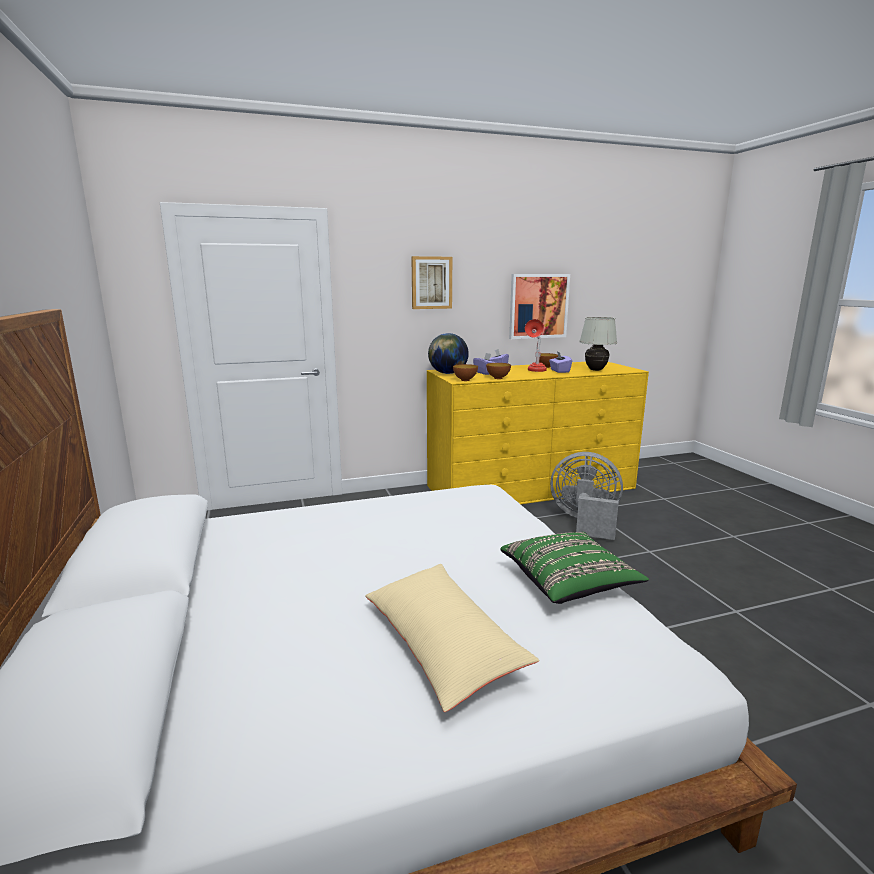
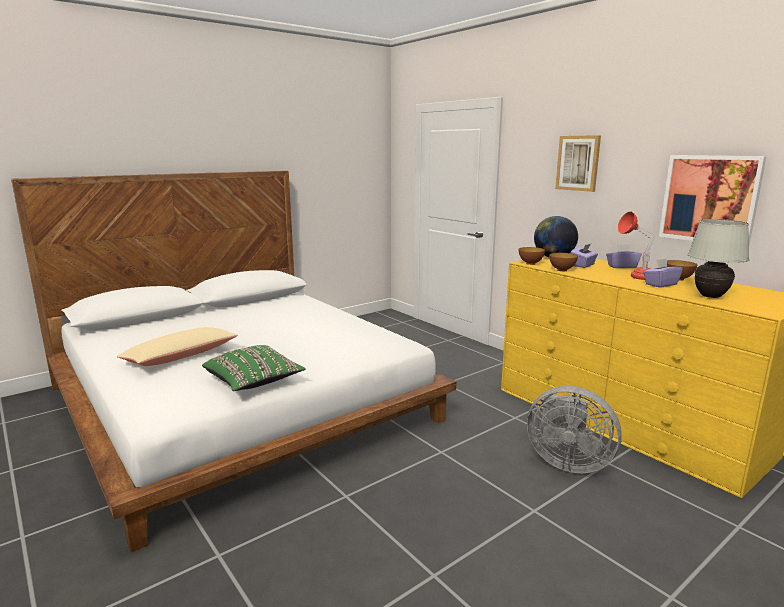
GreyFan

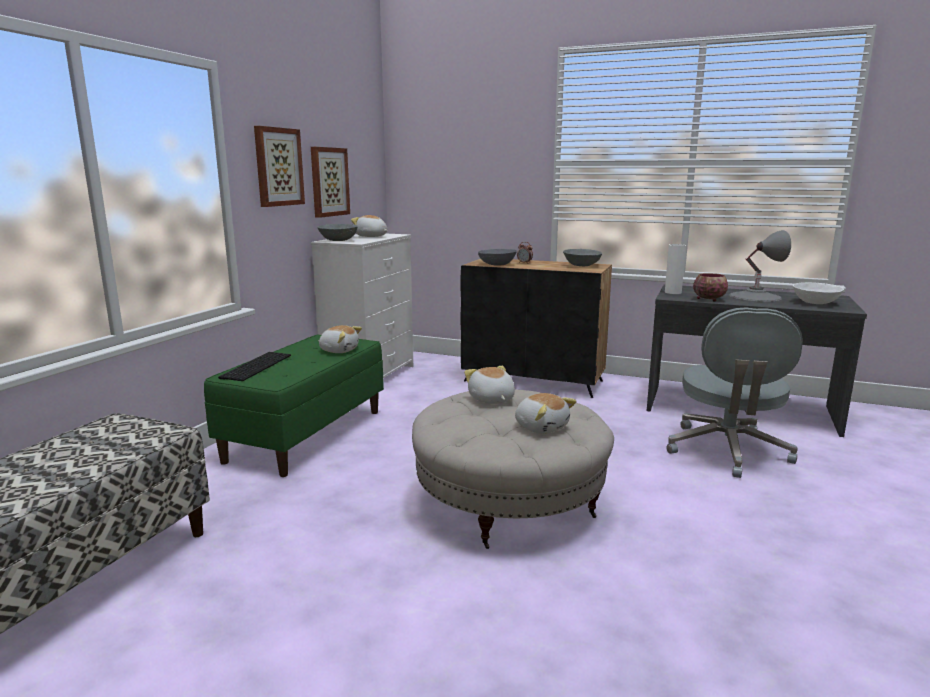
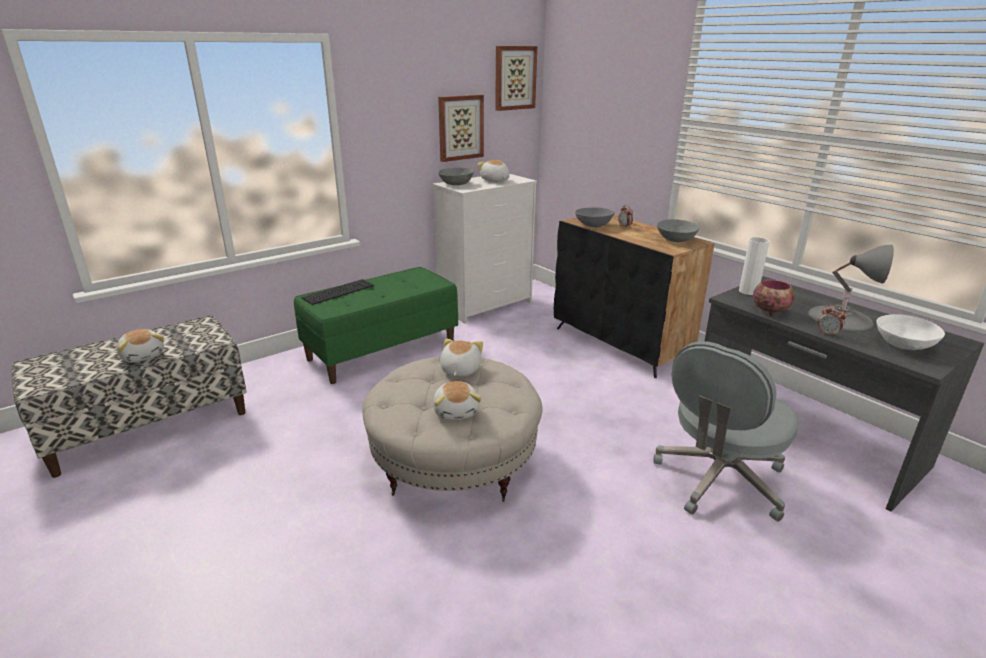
AlarmClock (2nd from left)
Picture (2nd from left)
PlushToy (1st from left)

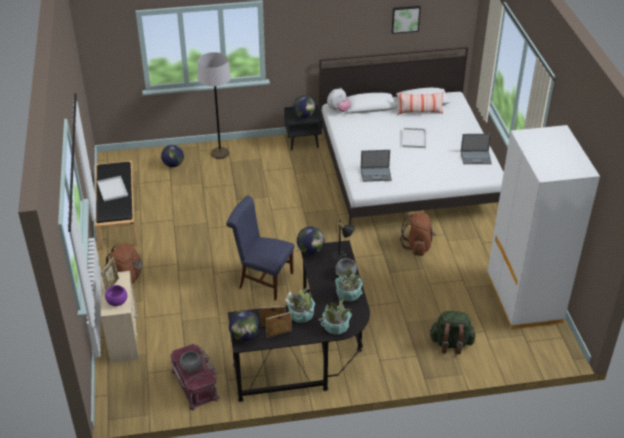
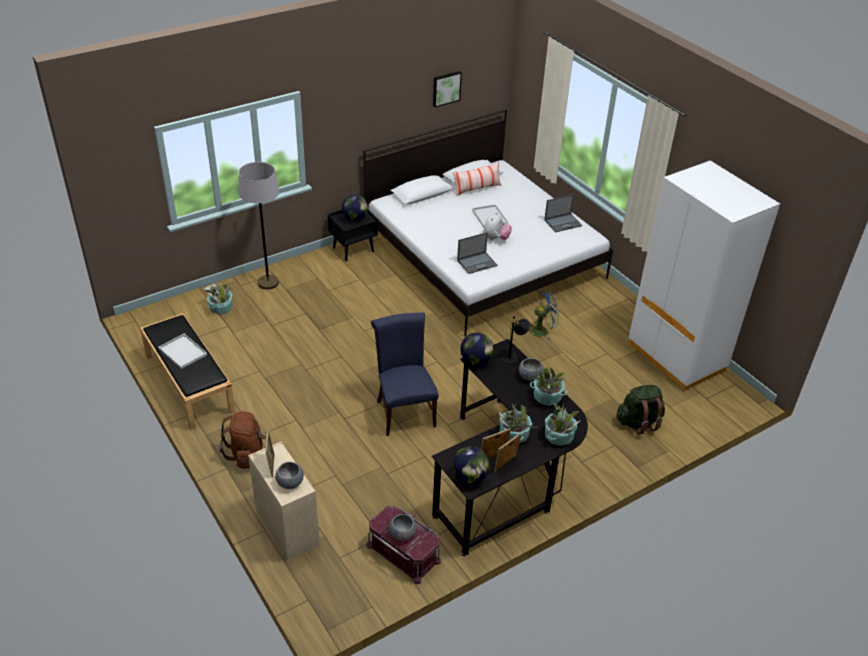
PlushToy
PottedPlant (1st from left)
BlueFan
GreyBowl (1st from left)
BlueChair

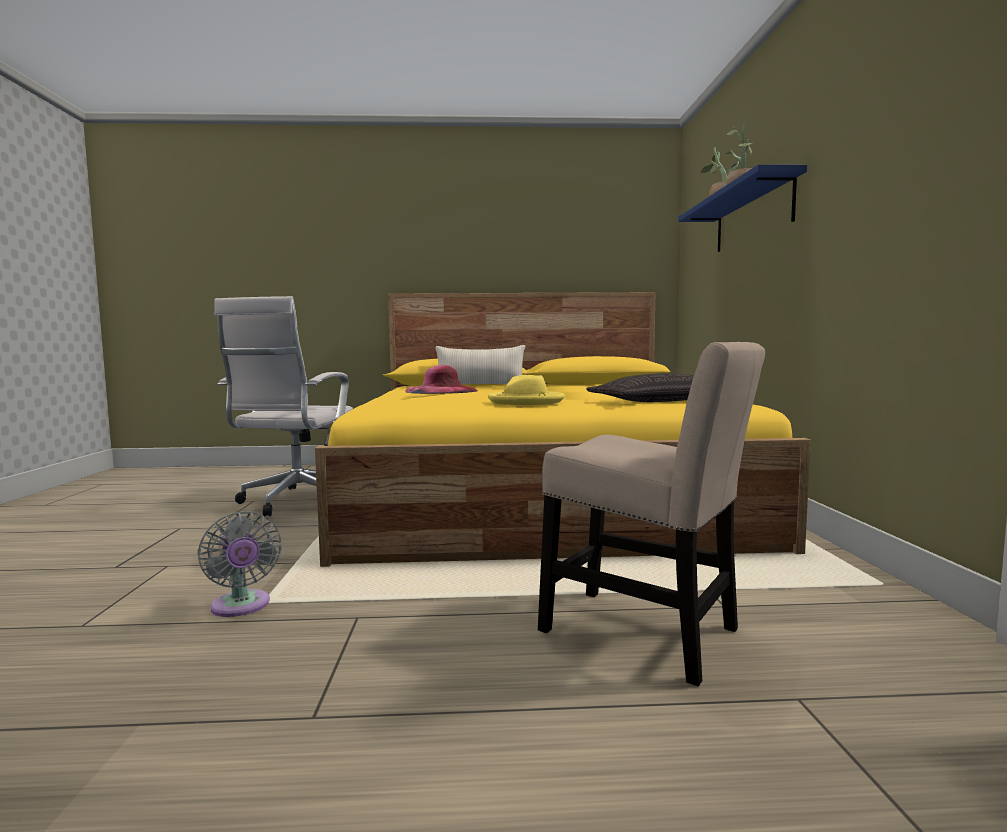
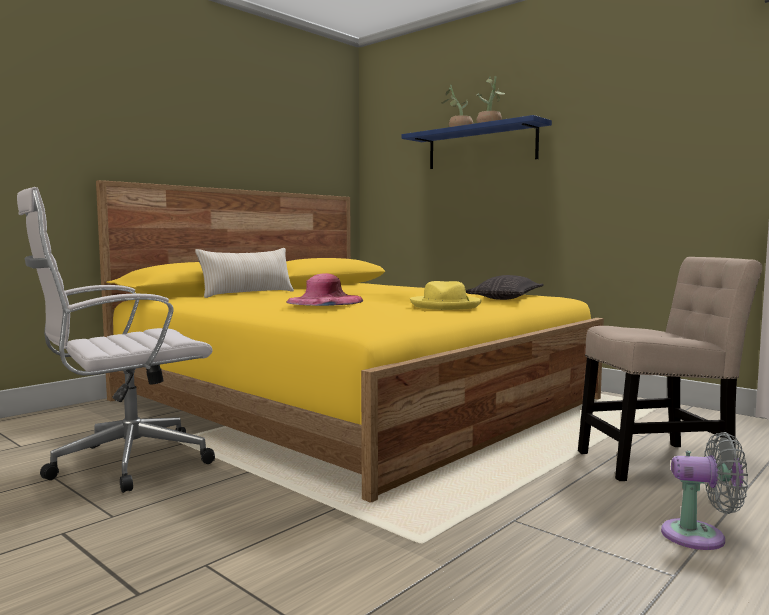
GreyFan
WhiteOfficeChair

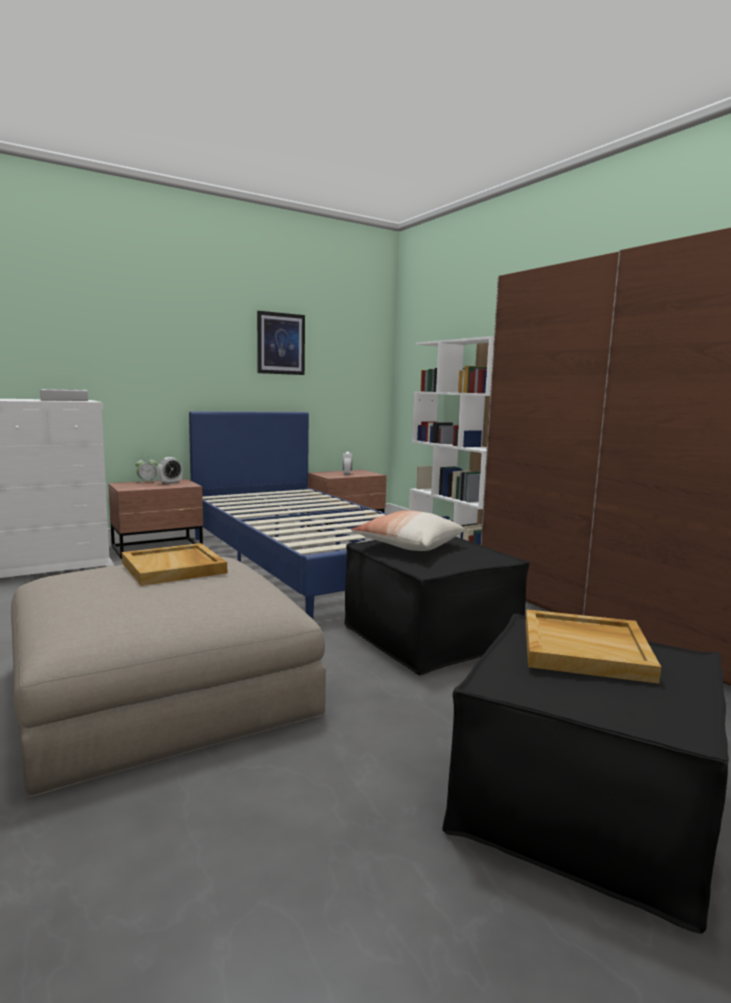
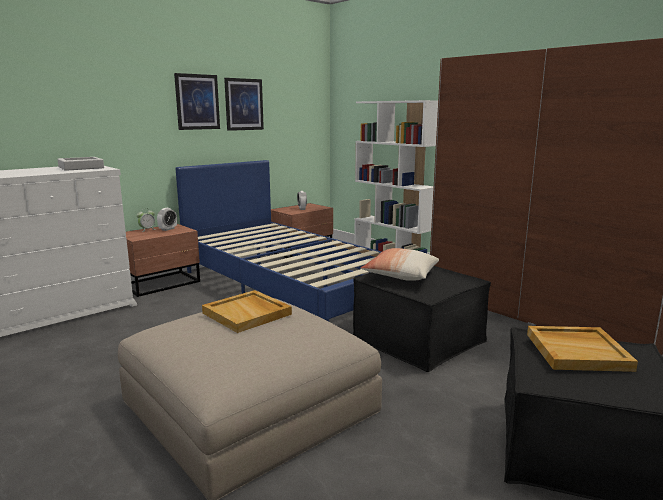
Picture (1st from left)

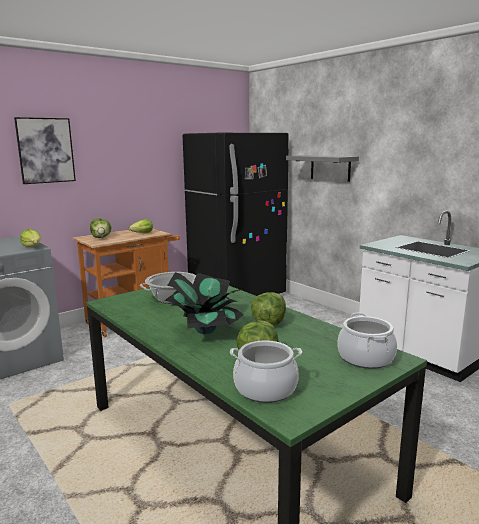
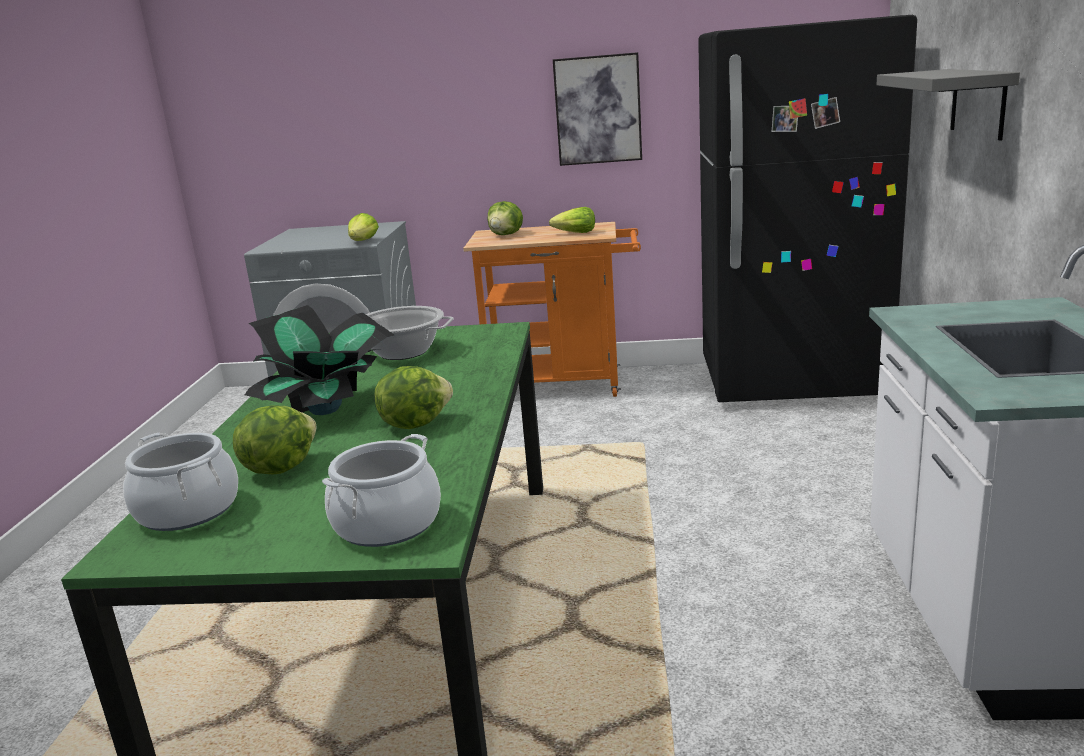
Picture

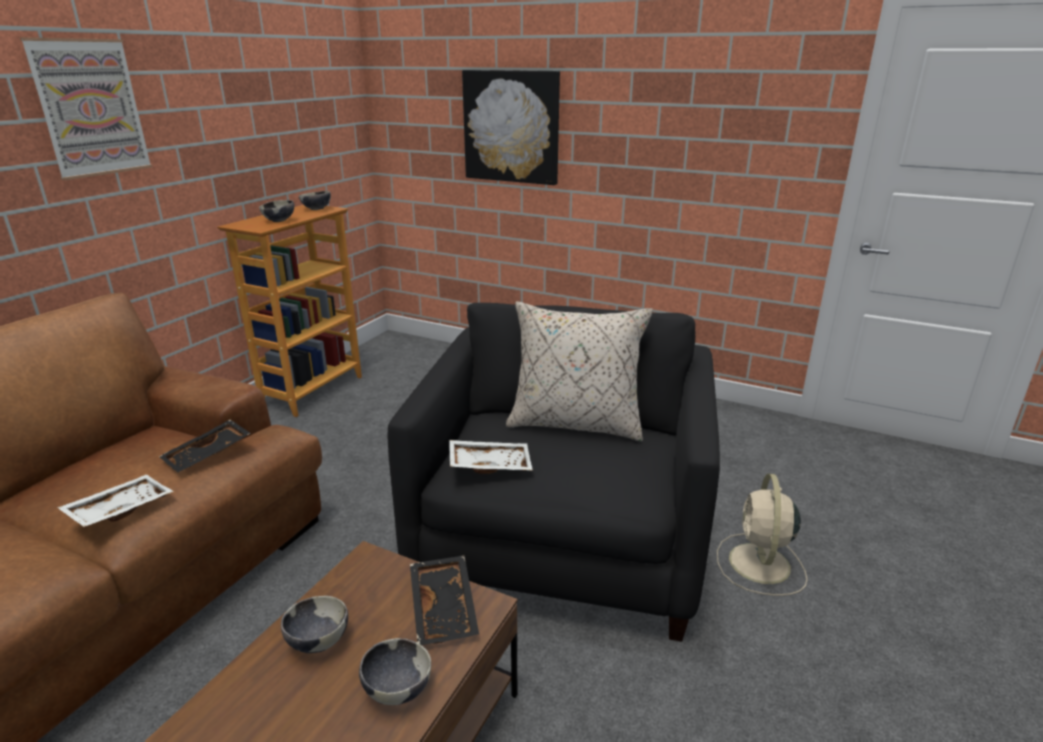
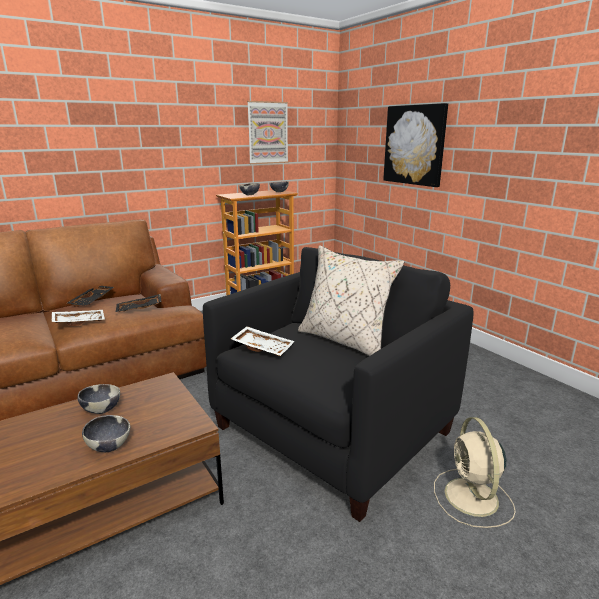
Picture (1st from left)
BlackTray (1st from left)
BeigeFan

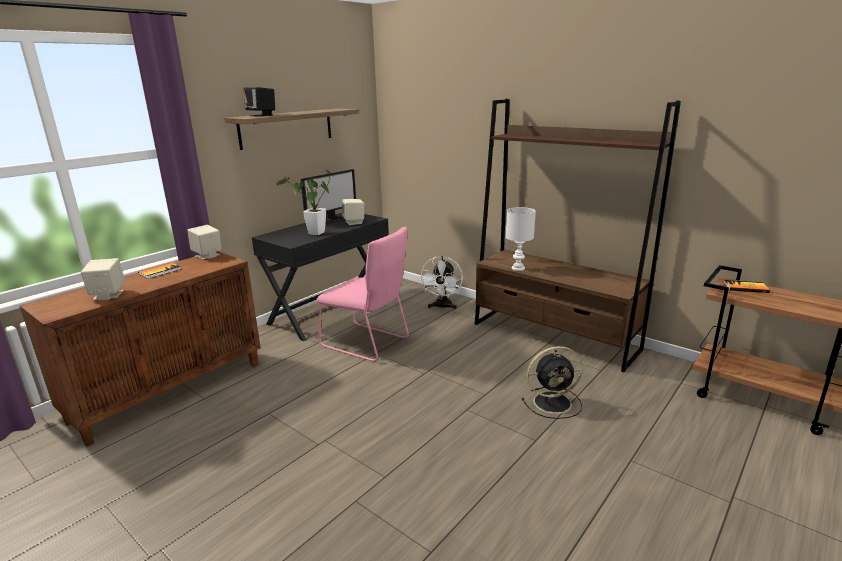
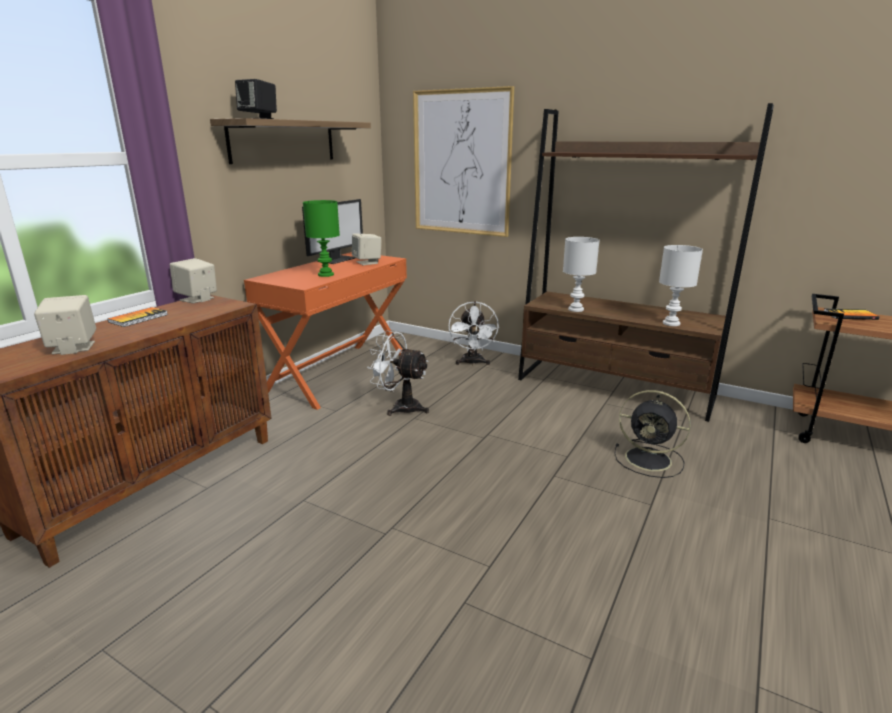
Picture
WhiteTableLamp (2nd from left)
GreenTableLamp
WhiteFan (1st from left)
OrangeDesk
BlackFan

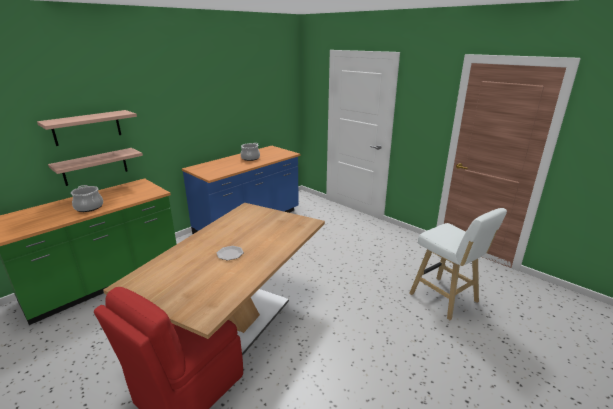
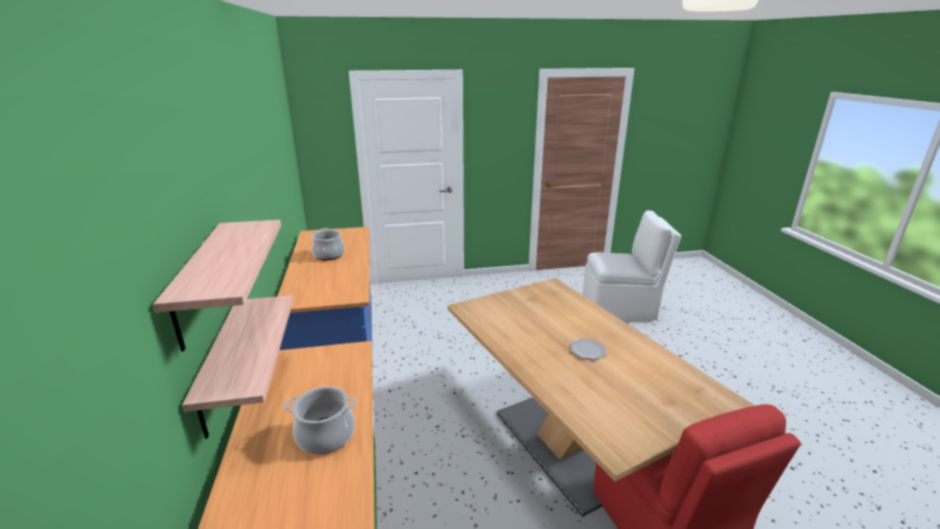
WhiteChair

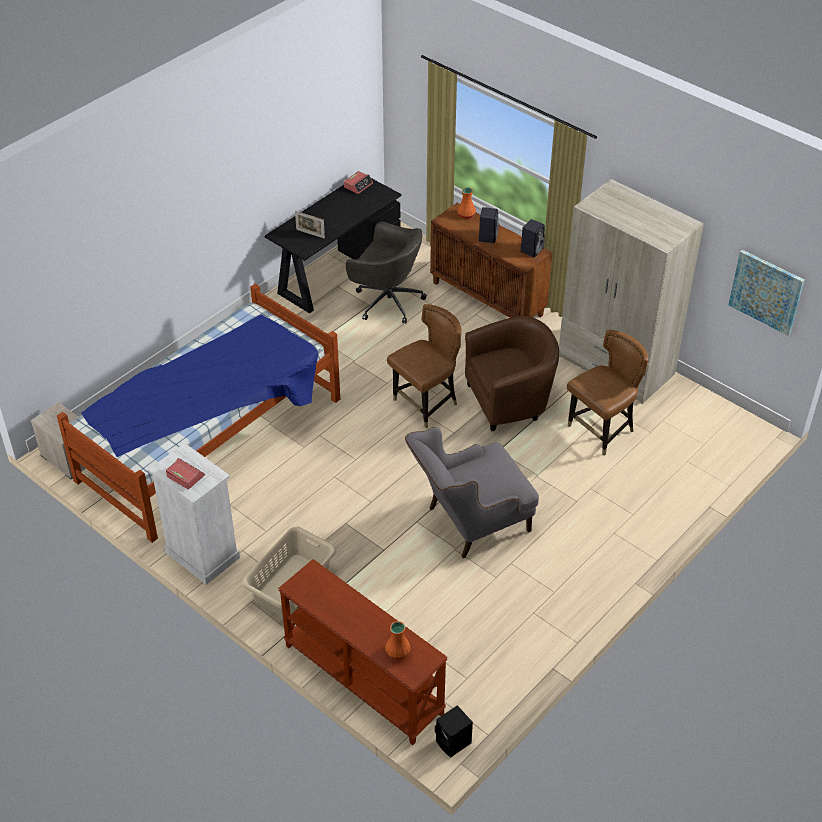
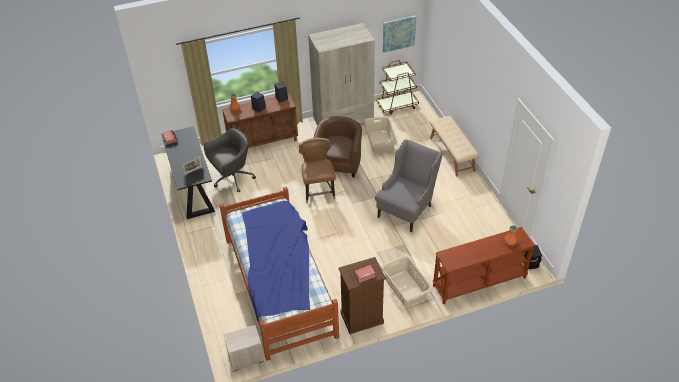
BrownCart
BeigeBench
BeigeLaundryBasket (1st from left)
BrownDresser
GreyArmchair

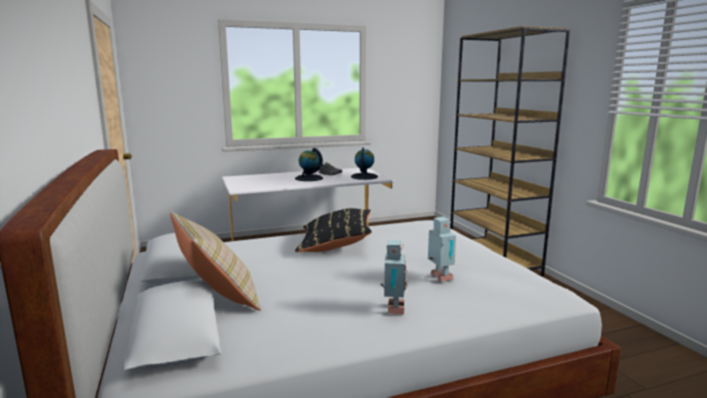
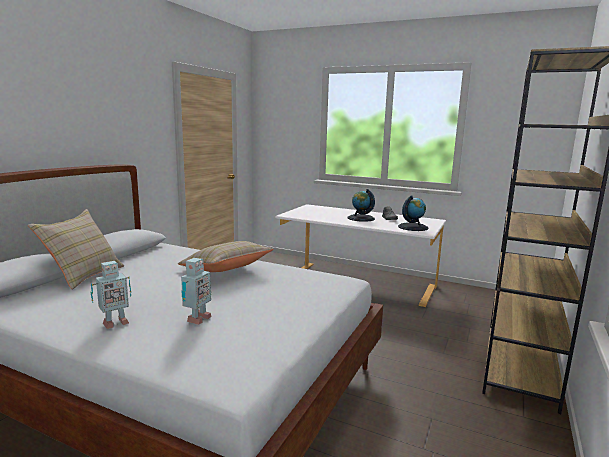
BeigePillow (2nd from left)

